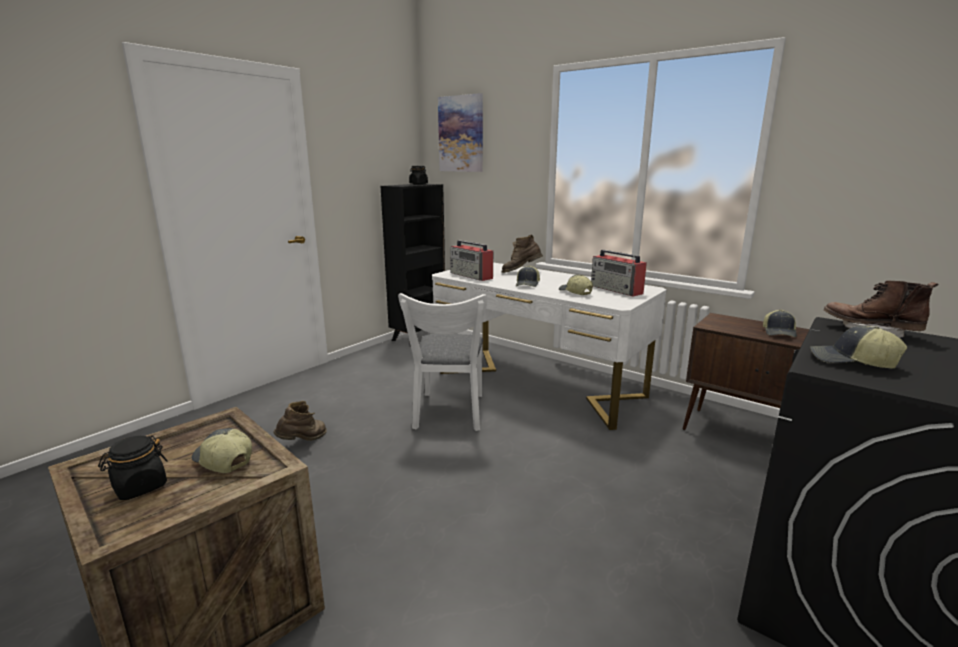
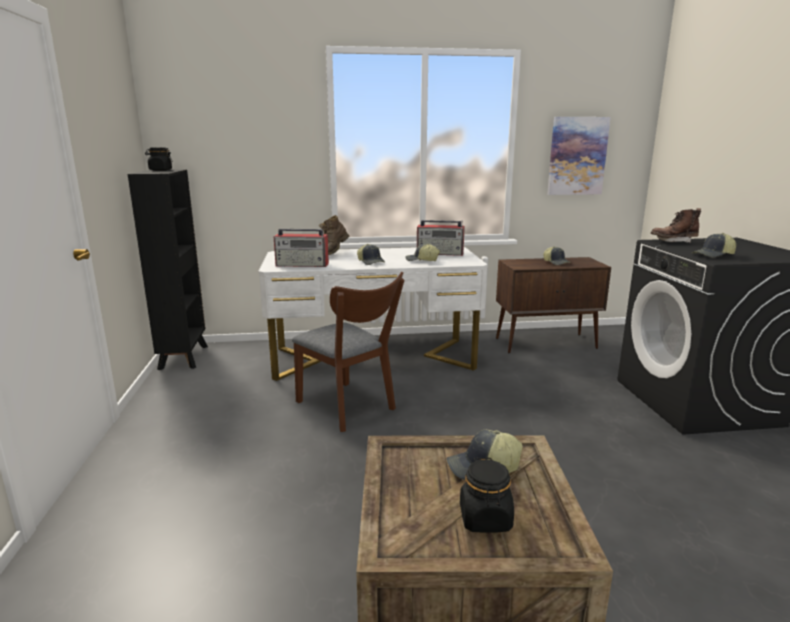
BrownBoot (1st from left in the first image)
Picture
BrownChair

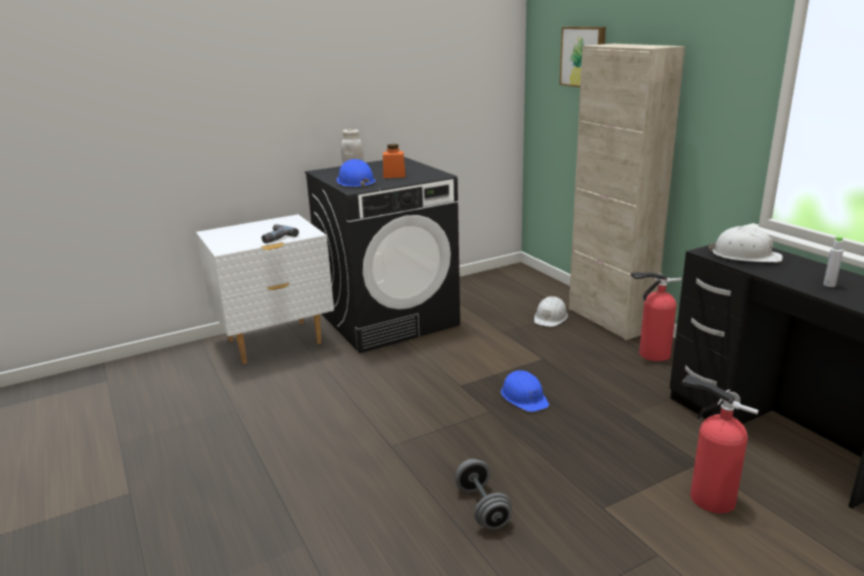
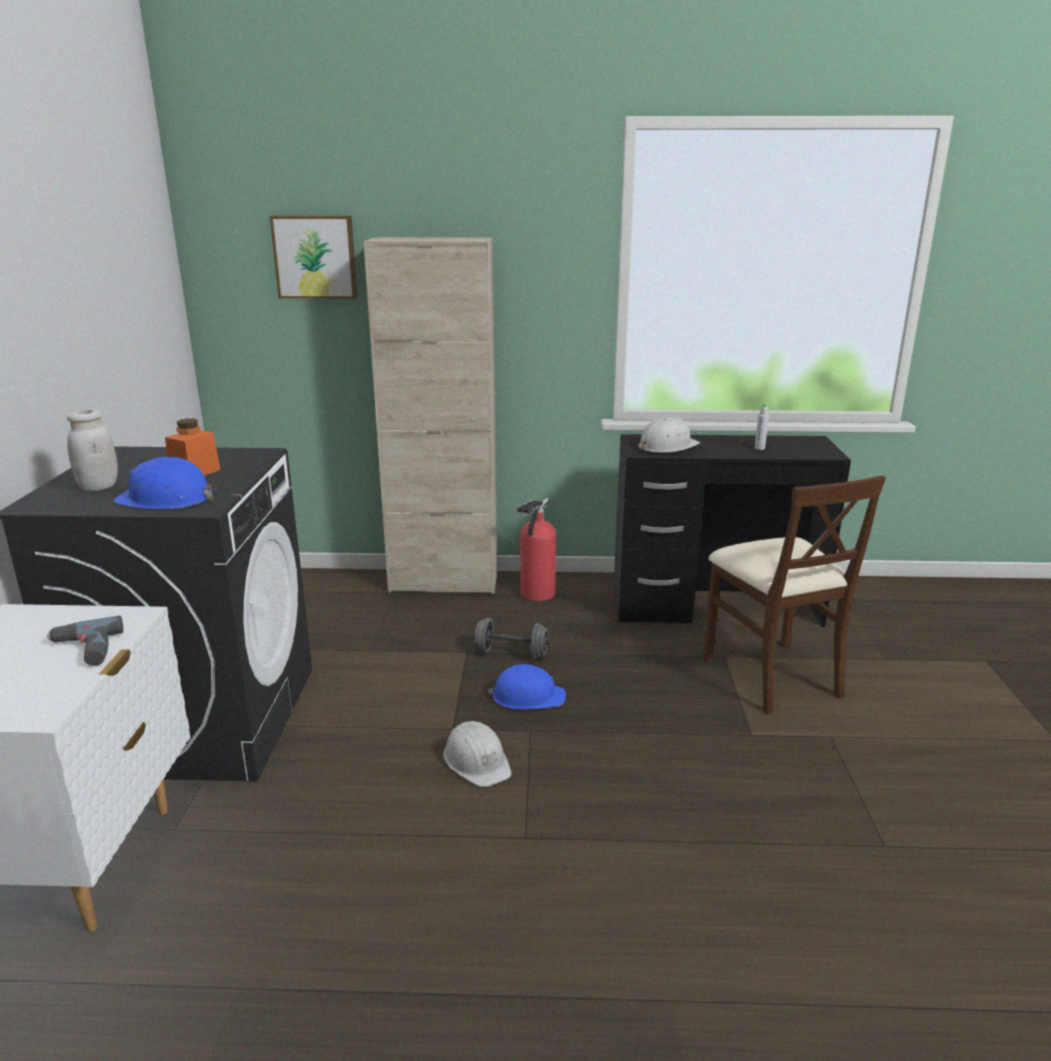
GreyDumbbell
WhiteHardHat (1st from left)
BeigeChair

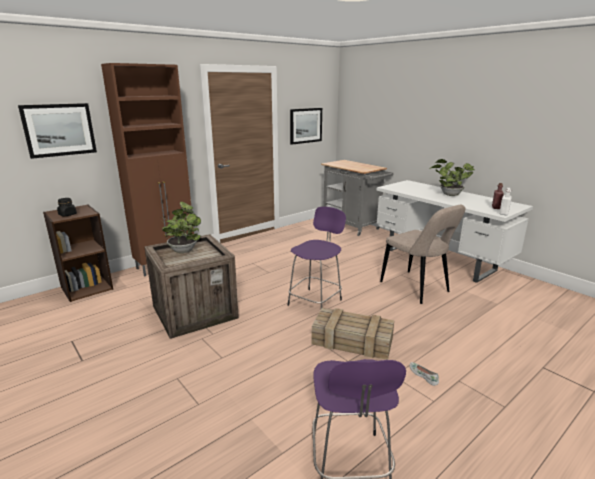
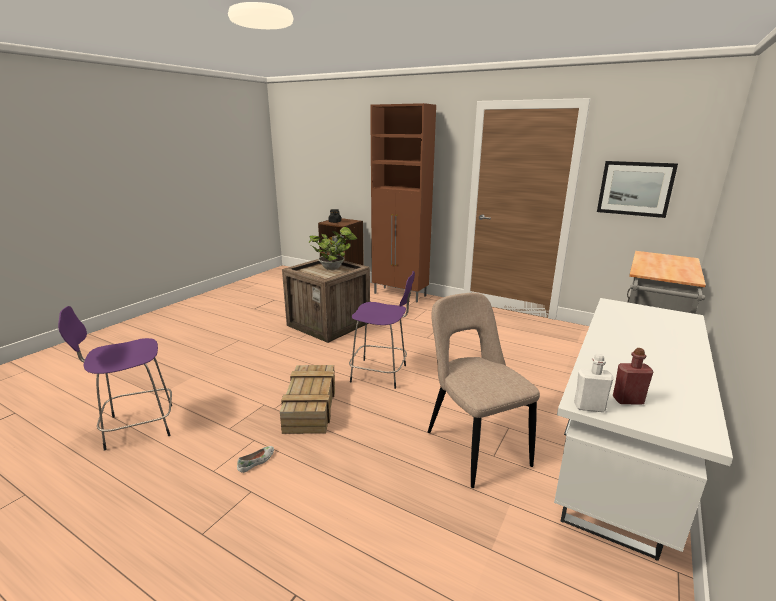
Picture (1st from left in the first image)
PottedPlant (2nd from left in the first image)
BeigeChair

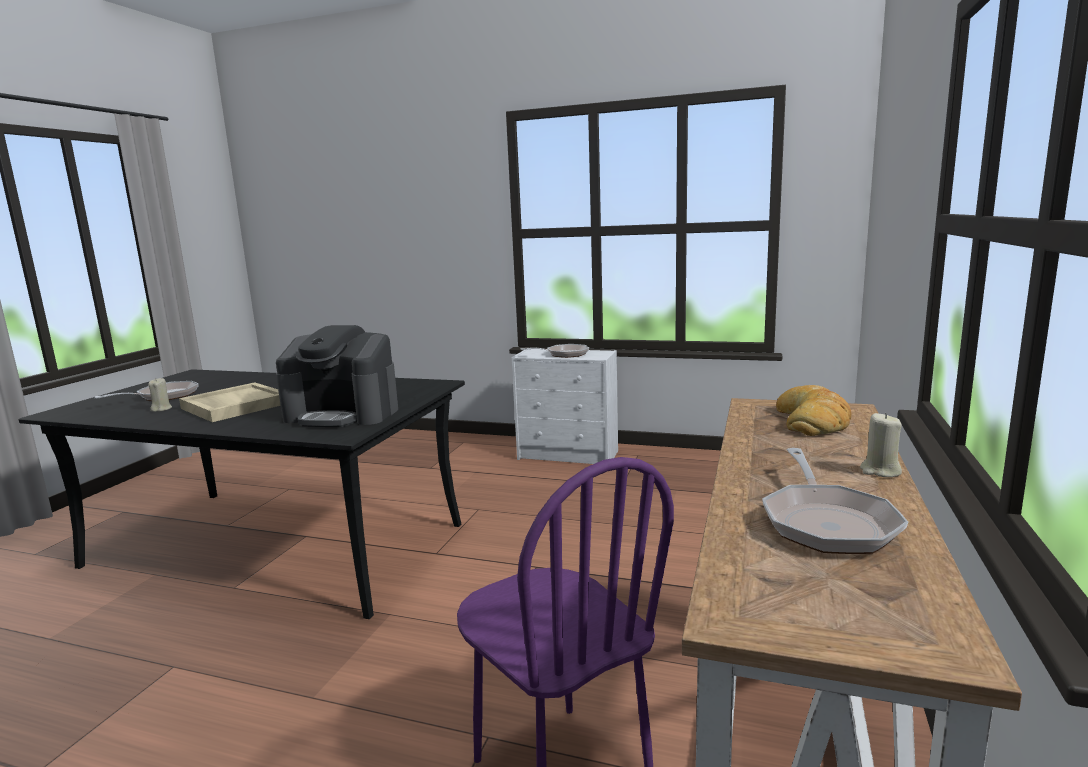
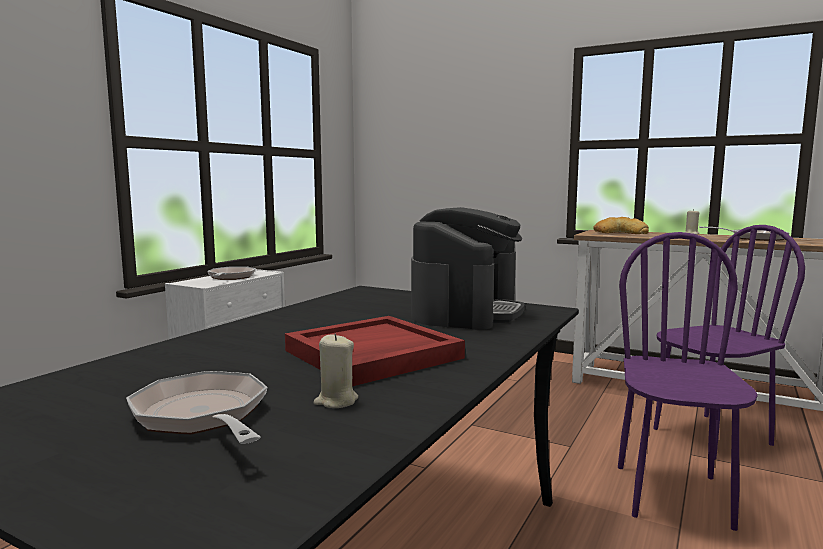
PurpleChair (1st from left)
RedTray

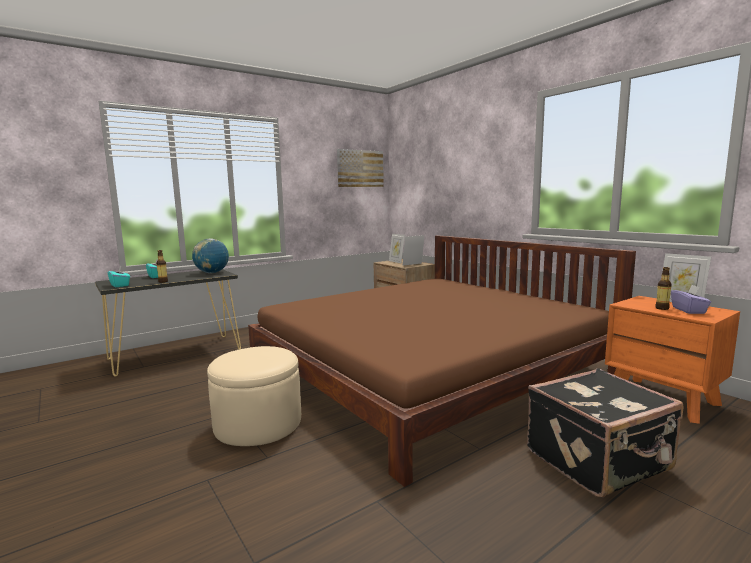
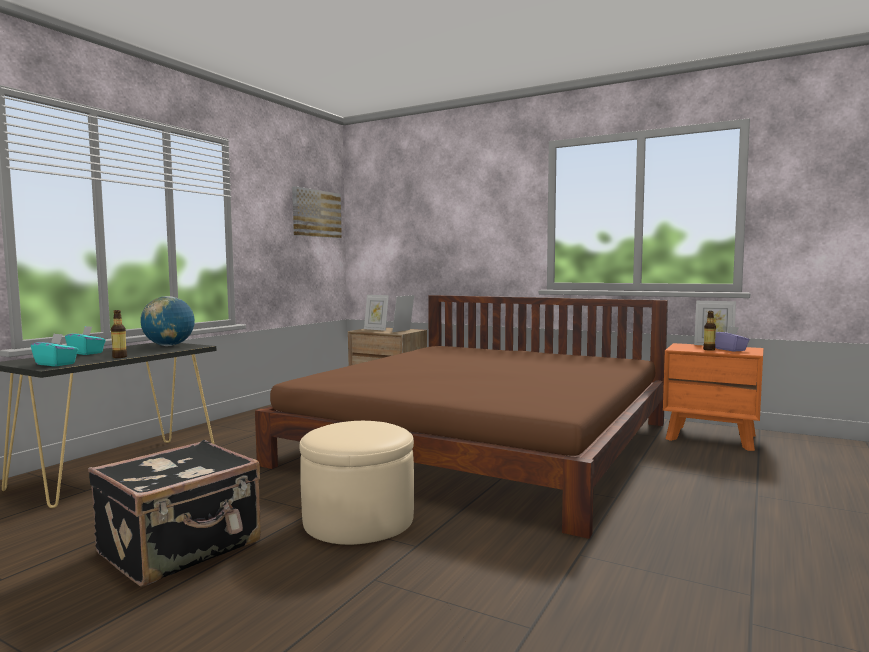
BlackSuitcase

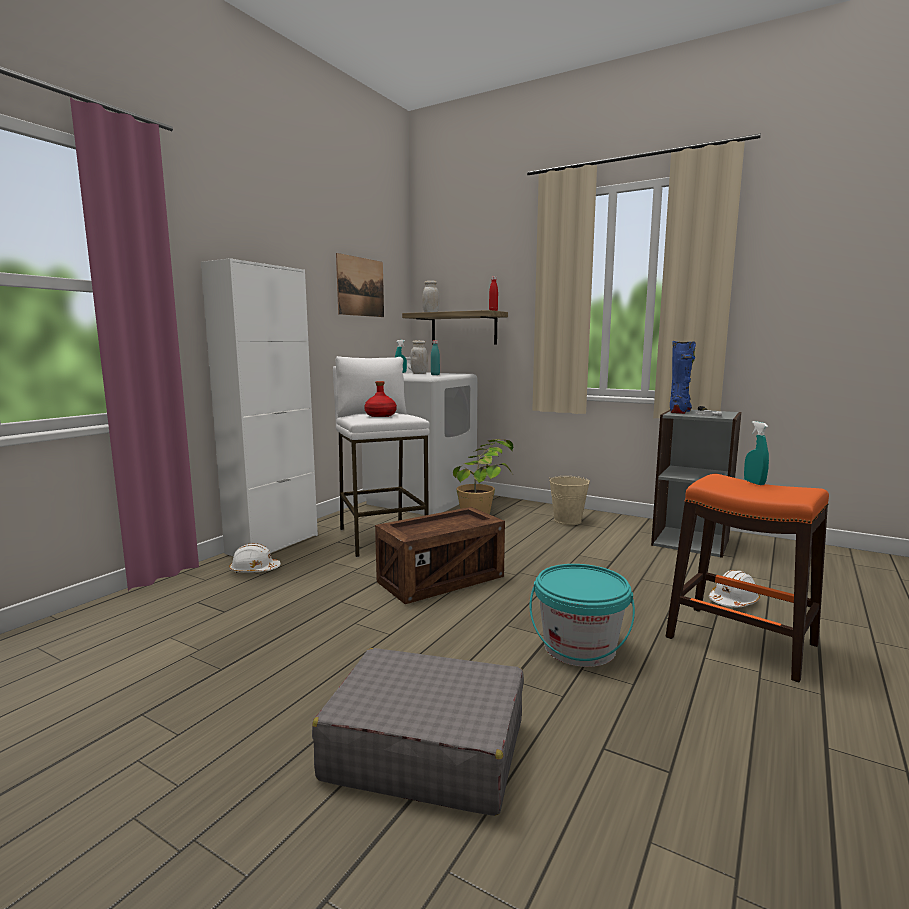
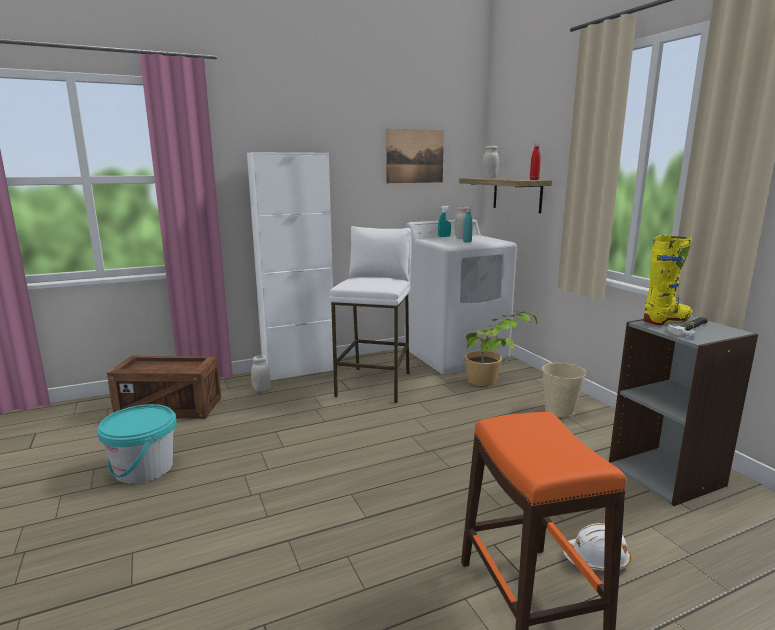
GreySuitcase
RedBottle (1st from left in the first image)
TurquoiseSprayBottle (2nd from left in the first image)
Crate
TurquoiseBucket
WhiteJar (1st from left)
YellowBoot

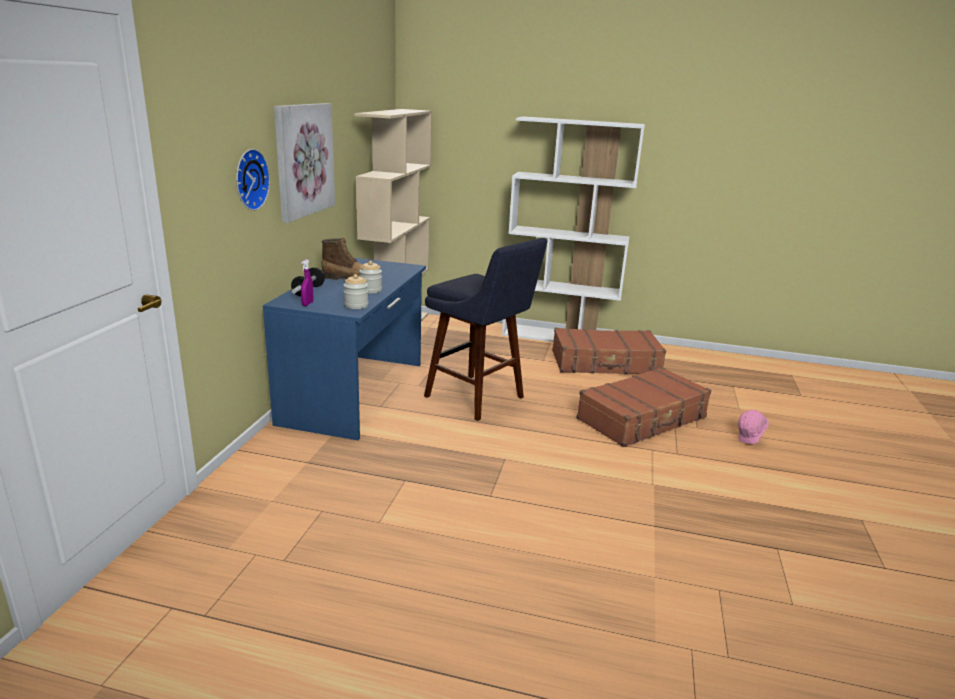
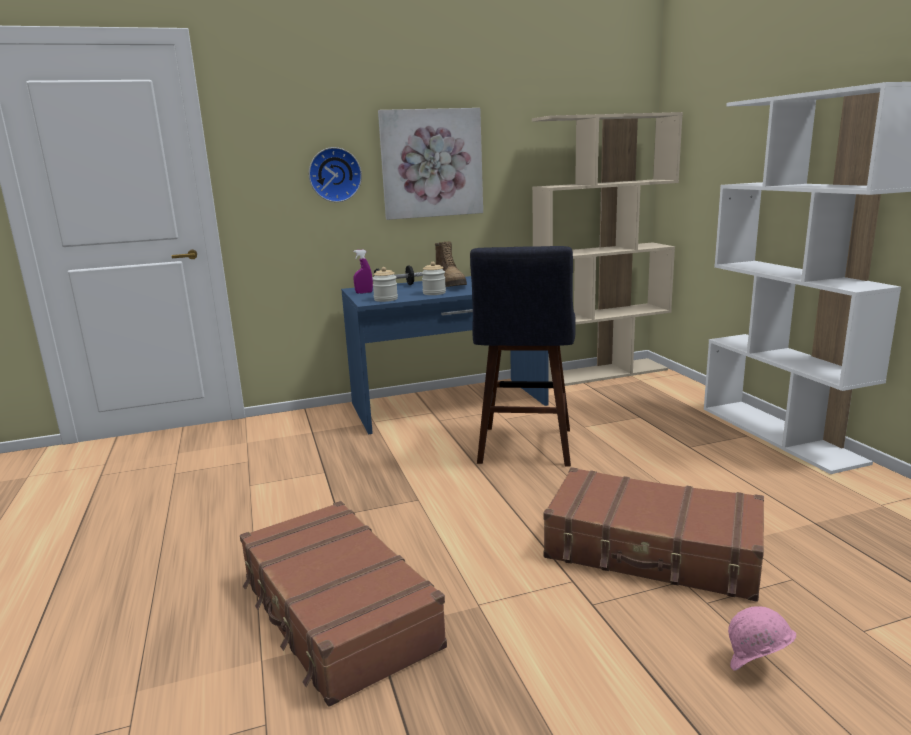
BrownSuitcase (1st from left)

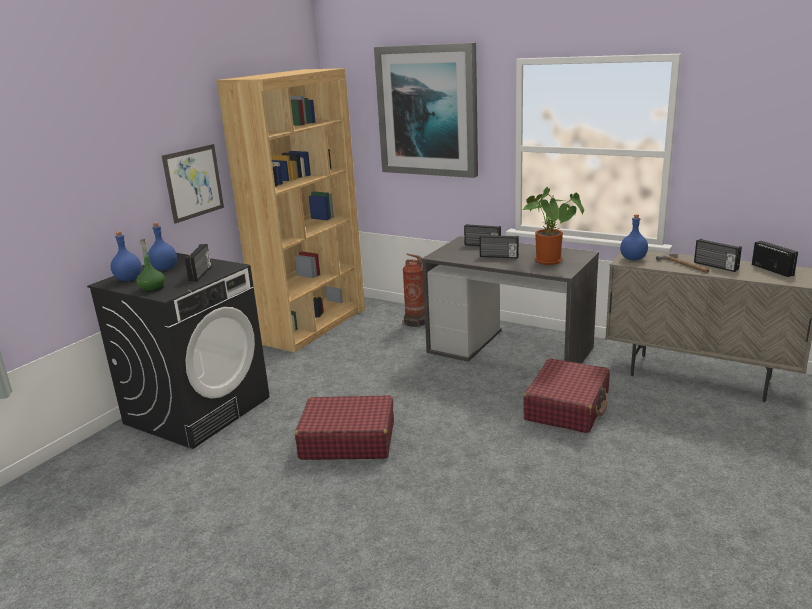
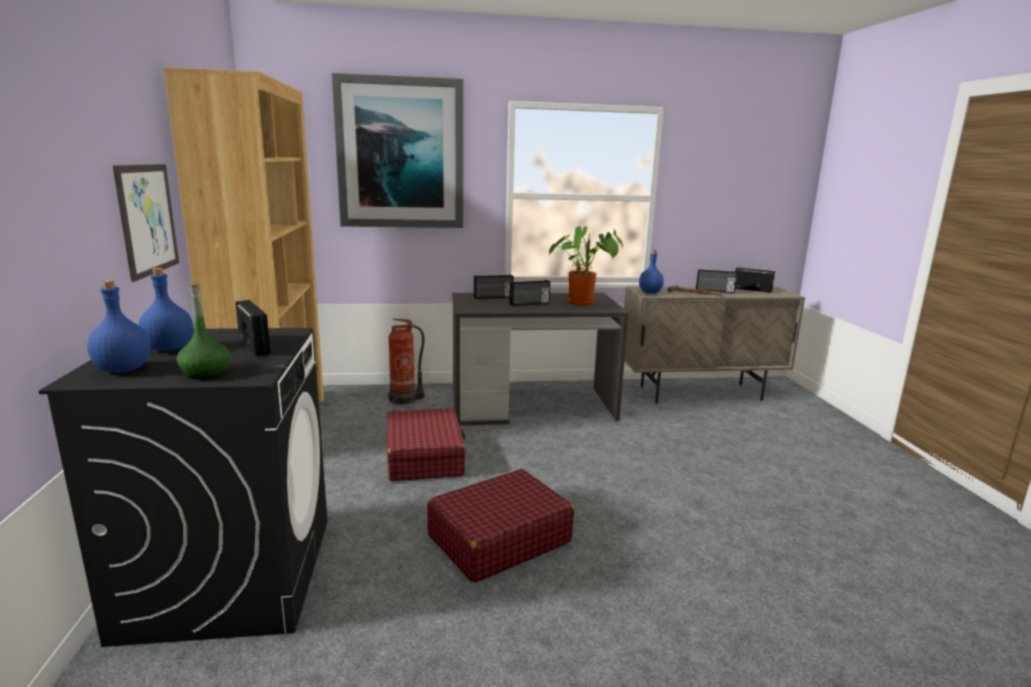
RedSuitcase (1st from left)

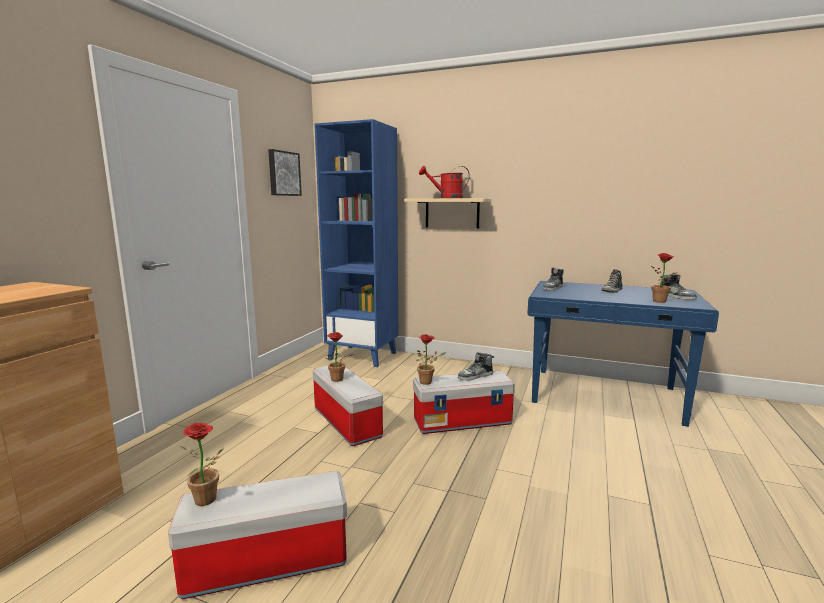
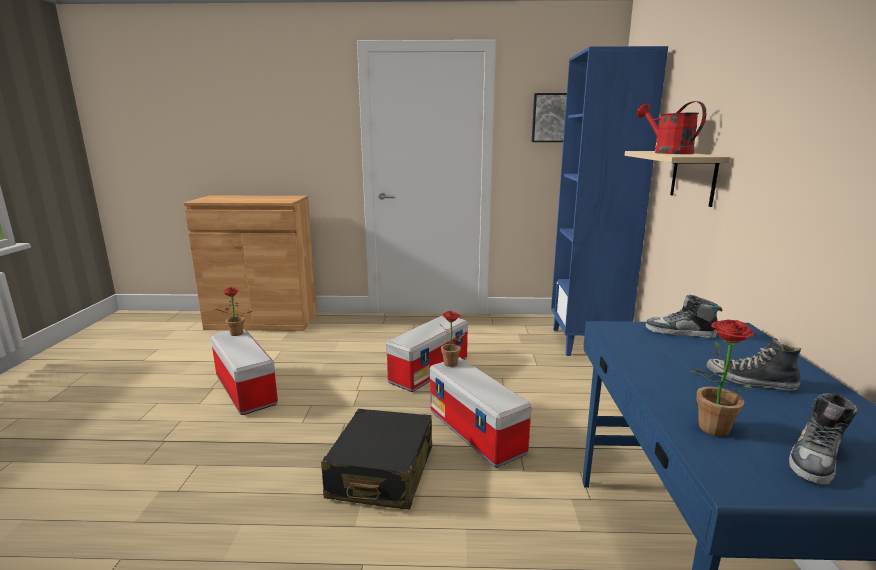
PottedPlant (2nd from left in the first image)
Shoe (1st from left in the first image)
BlackSuitcase

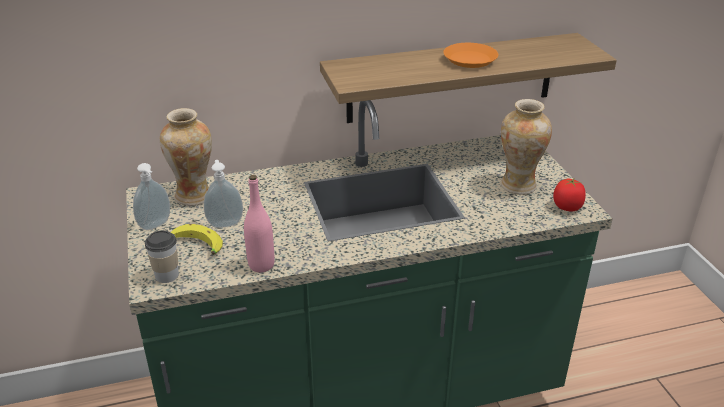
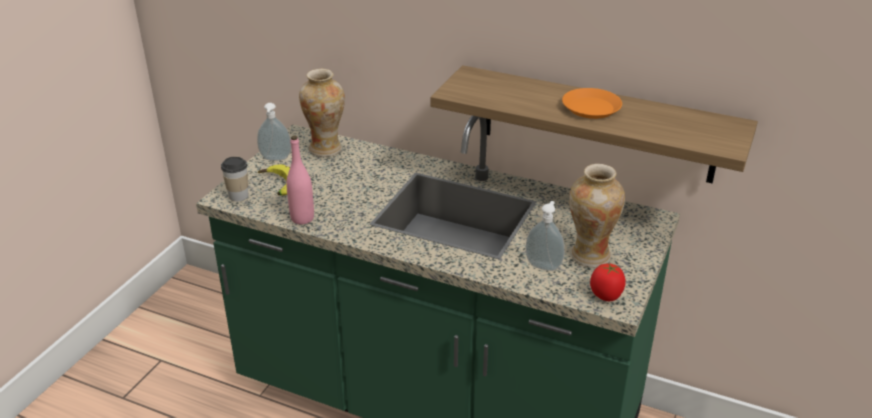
SoapDispenser (2nd from left)

